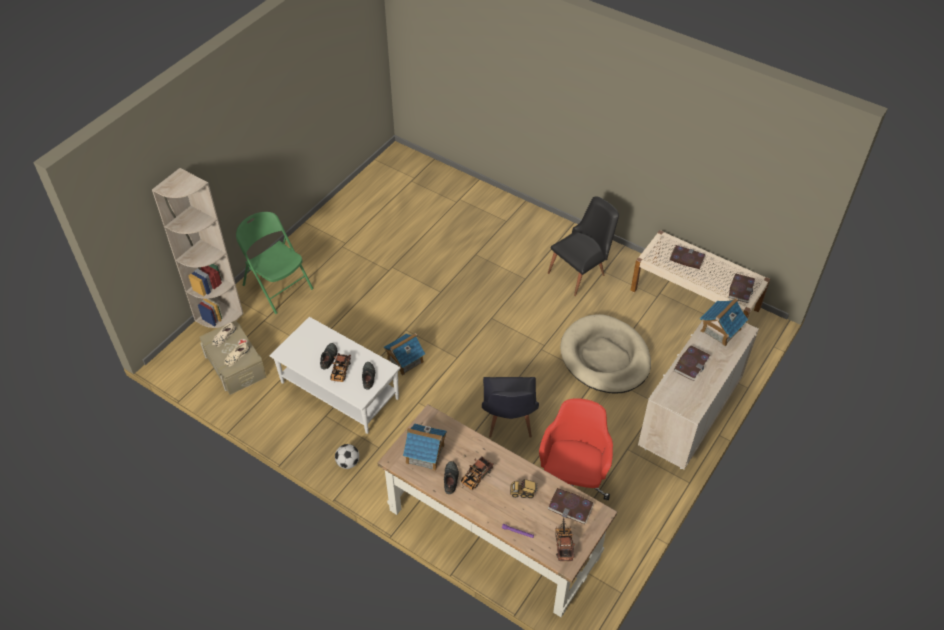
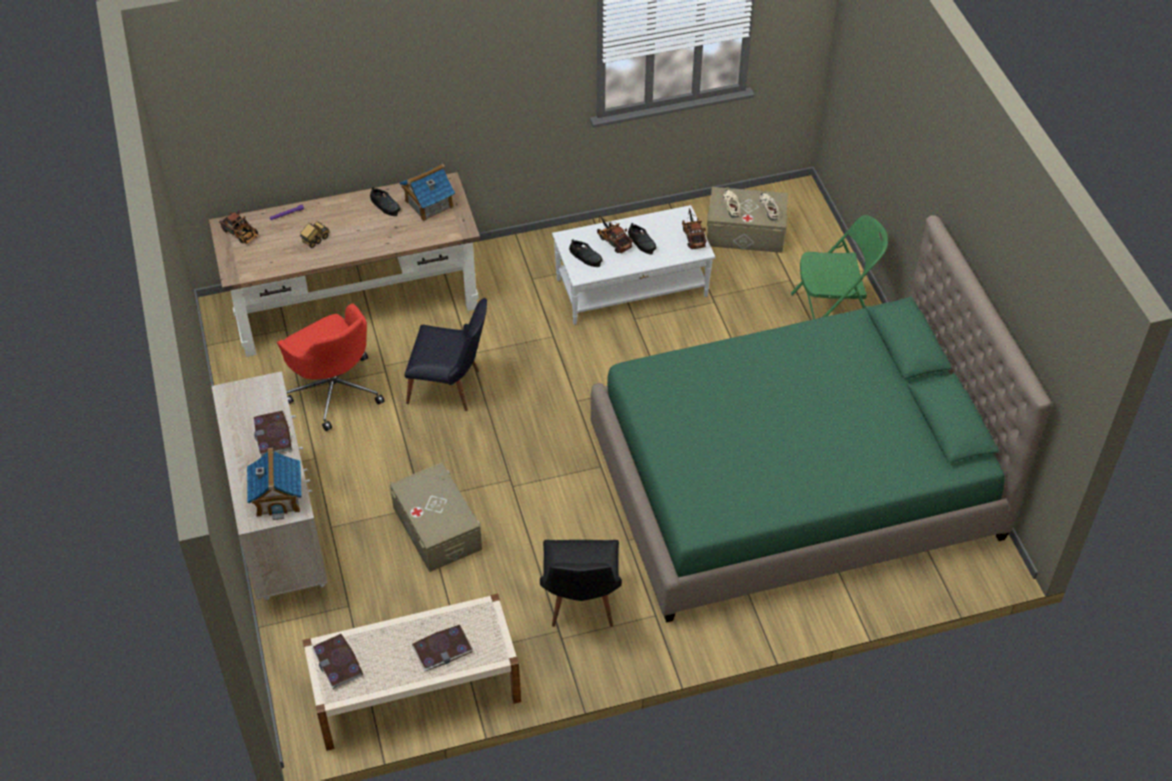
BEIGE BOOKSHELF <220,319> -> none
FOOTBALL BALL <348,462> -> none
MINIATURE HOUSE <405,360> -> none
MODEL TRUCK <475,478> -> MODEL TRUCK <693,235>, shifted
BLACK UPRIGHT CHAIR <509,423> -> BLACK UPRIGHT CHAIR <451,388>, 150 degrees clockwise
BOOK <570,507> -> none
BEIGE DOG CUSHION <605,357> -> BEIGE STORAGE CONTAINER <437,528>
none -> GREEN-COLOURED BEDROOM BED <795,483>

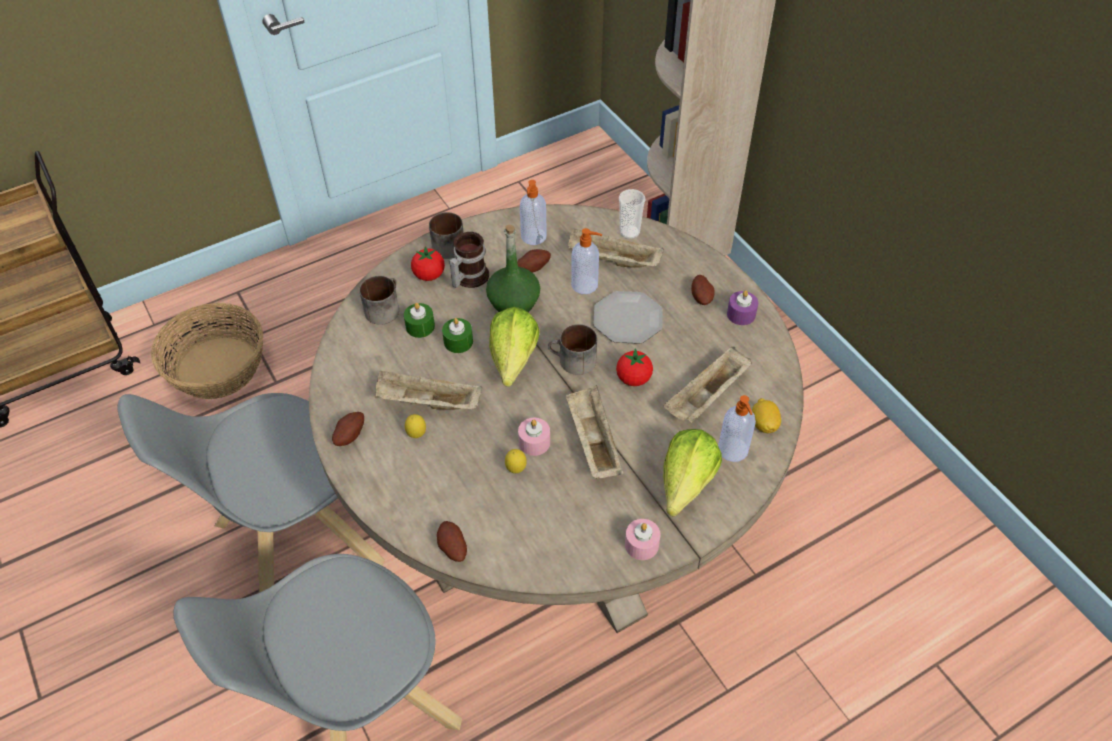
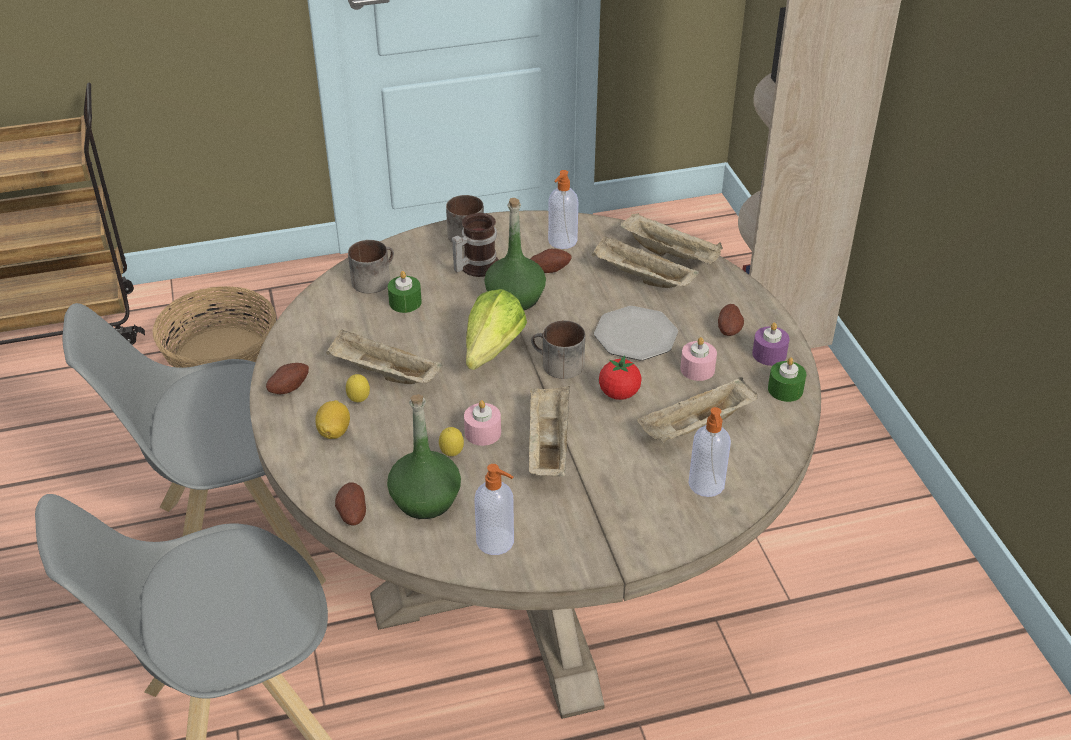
FRESH TOMATO <429,275> -> none
GREEN-COLOURED CANDLE <458,342> -> GREEN-COLOURED CANDLE <785,389>, shifted
LIQUID SOAP BOTTLE <585,285> -> LIQUID SOAP BOTTLE <496,542>, shifted
SMALL CUP <629,232> -> BEIGE TRAY <671,254>
PINKISH CANDLE <641,545> -> PINKISH CANDLE <697,369>, shifted
LETTUCE HEAD <681,490> -> none
LEMON <764,424> -> LEMON <334,431>, shifted
none -> GREEN-COLOURED BEVERAGE BOTTLE <425,499>

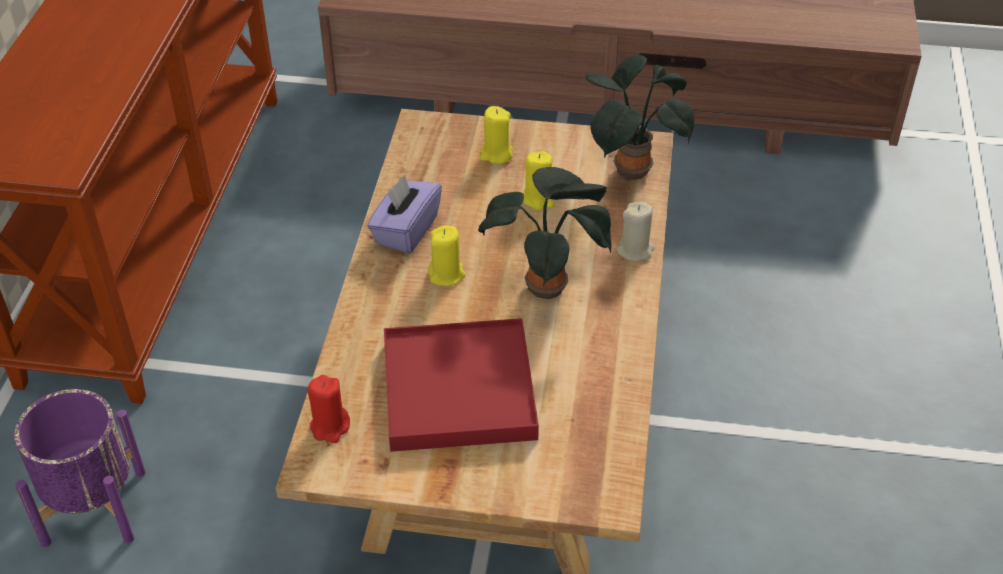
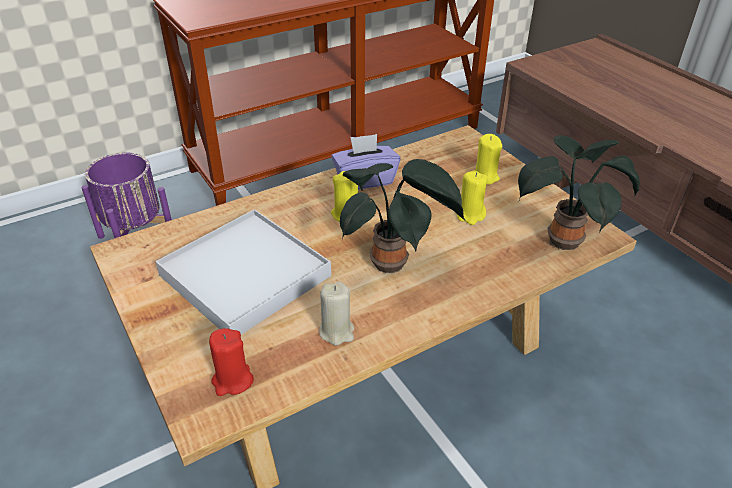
RED-COLOURED CANDLE <330,427> -> RED-COLOURED CANDLE <232,380>, shifted
RED-COLOURED TRAY <458,389> -> WHITE TRAY <245,275>
BEIGE CANDLE <635,250> -> BEIGE CANDLE <337,331>, shifted

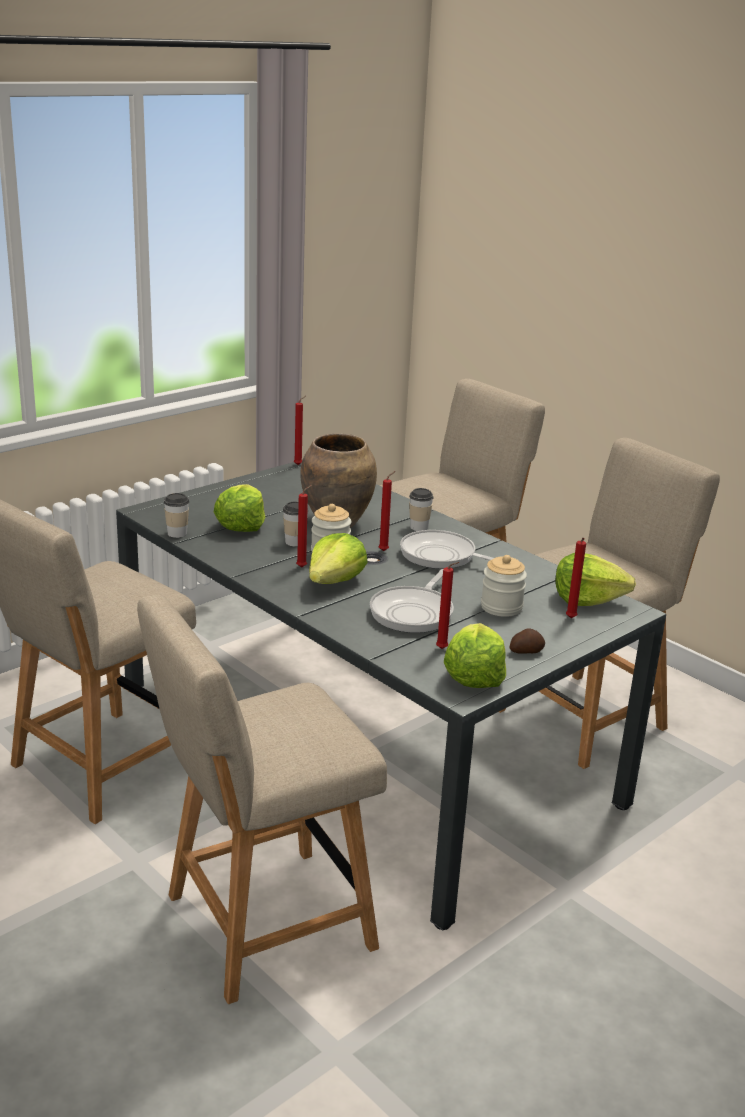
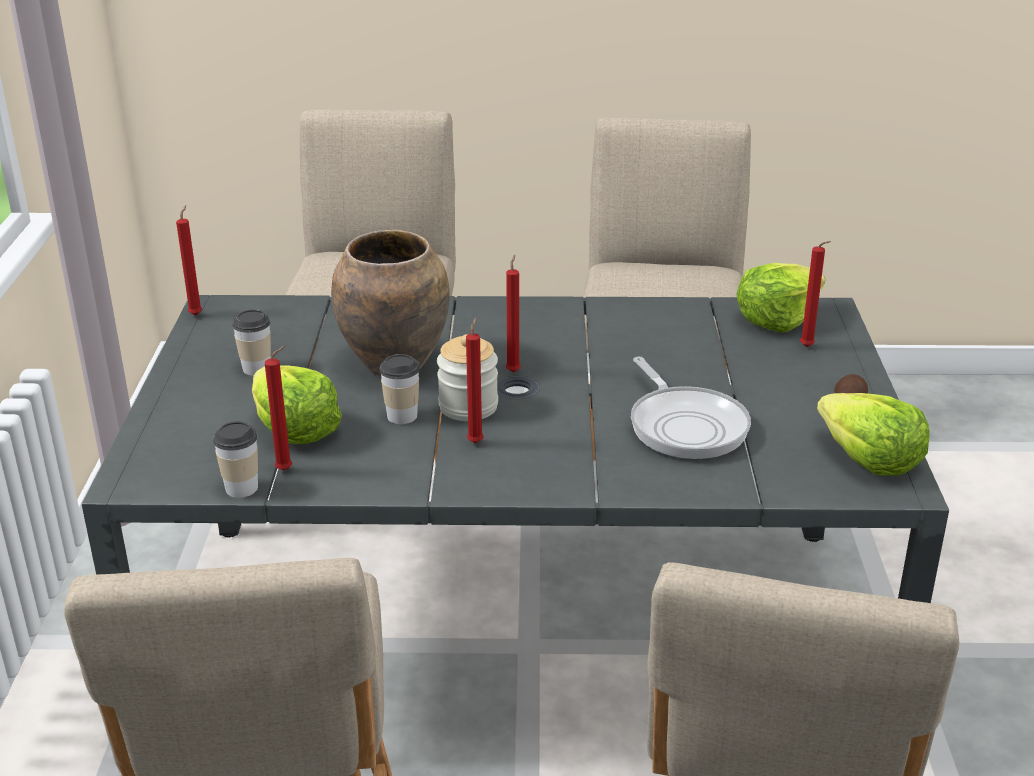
LETTUCE HEAD <335,581> -> none
FRYING PAN <442,556> -> none
SMALL CUP <419,527> -> SMALL CUP <256,369>, shifted
RED-COLOURED CANDLE <443,649> -> RED-COLOURED CANDLE <287,470>, shifted
PRESERVE JAR <501,607> -> none

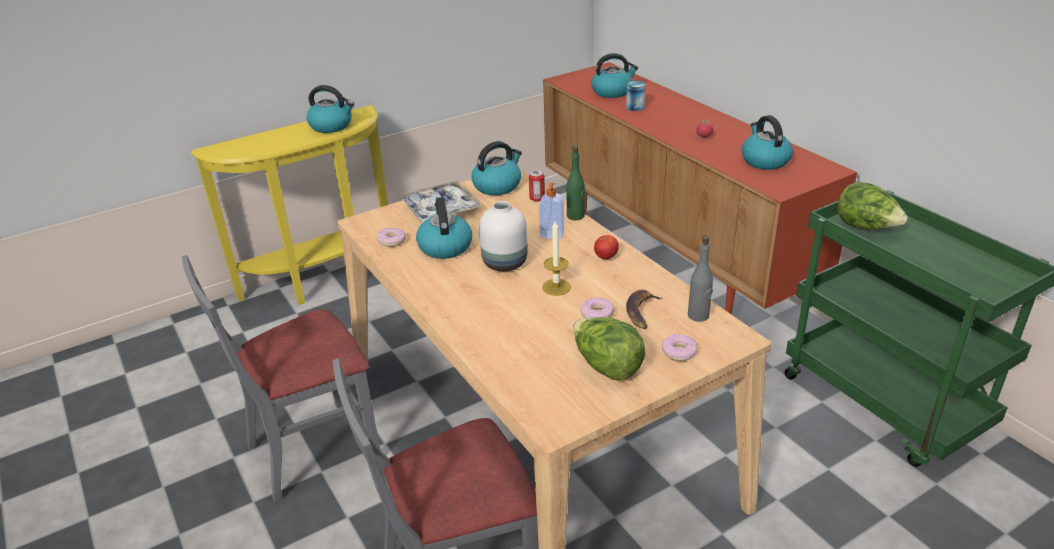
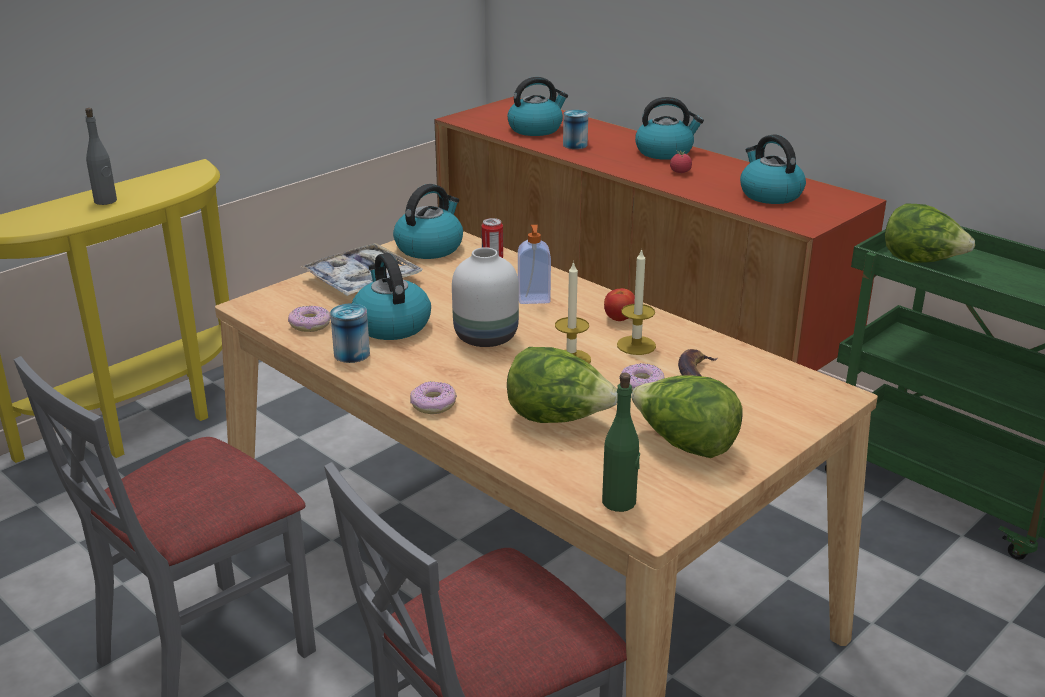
TEA KETTLE <332,126> -> TEA KETTLE <665,152>, shifted
GREEN-COLOURED BEVERAGE BOTTLE <575,216> -> GREEN-COLOURED BEVERAGE BOTTLE <619,502>, shifted
DONUT <679,352> -> DONUT <433,404>, shifted
GREYISH BEVERAGE BOTTLE <698,315> -> GREYISH BEVERAGE BOTTLE <106,201>, shifted
none -> CAN <352,354>
none -> LETTUCE HEAD <558,419>
none -> CANDLE <636,345>

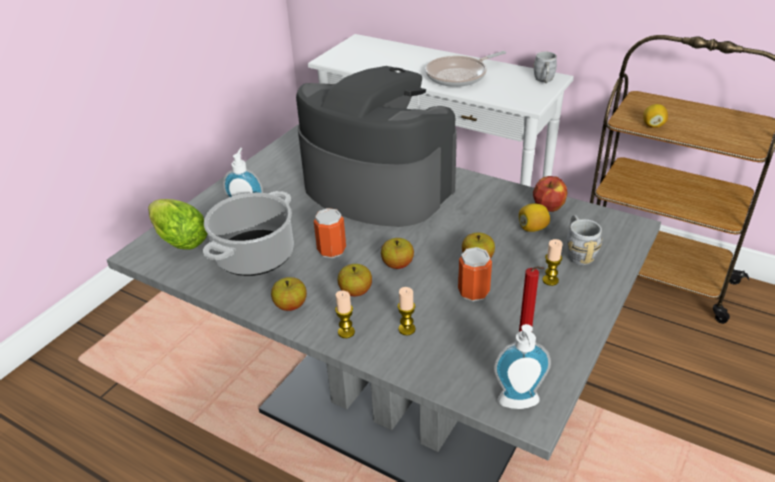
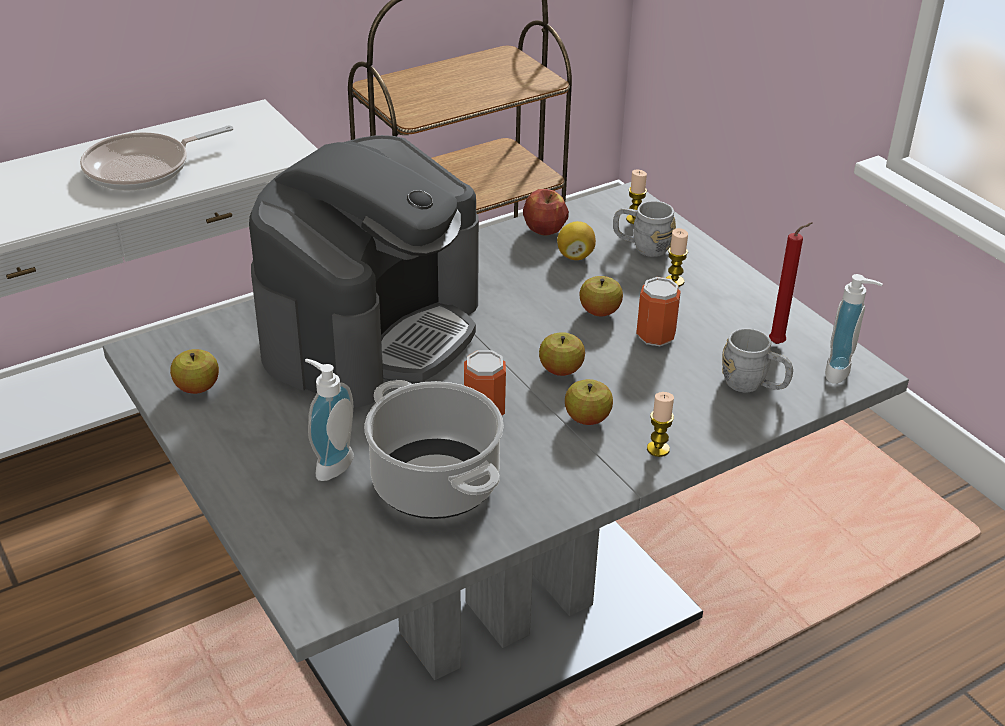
LETTUCE HEAD <178,239> -> none
WHOLE APPLE <290,305> -> WHOLE APPLE <197,388>, shifted
COFFEE MAKER <376,186> -> COFFEE MAKER <372,330>, 150 degrees clockwise
CANDLE <407,329> -> CANDLE <635,219>, shifted
FRYING PAN <459,75> -> FRYING PAN <144,168>, 60 degrees clockwise
GREYISH MUG <544,81> -> GREYISH MUG <753,385>, shifted
LEMON <653,125> -> none

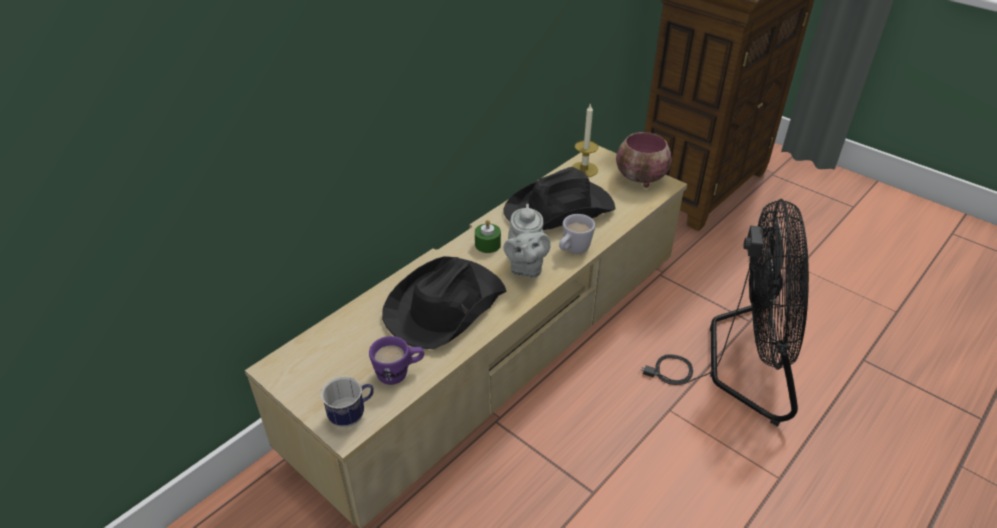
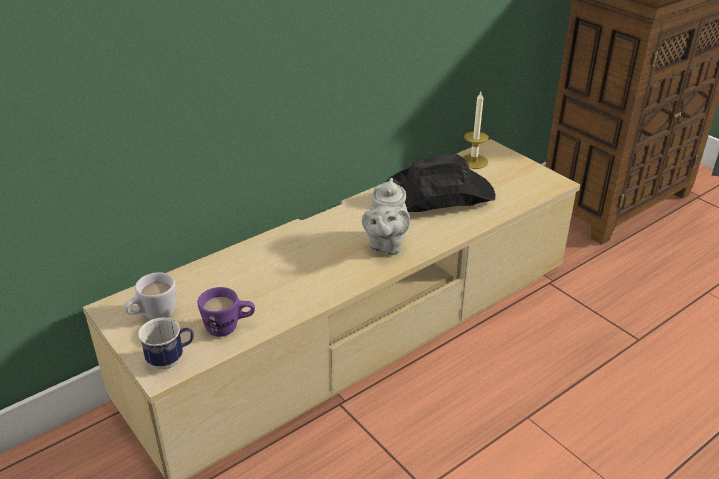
BLACK WEARABLE HAT <444,306> -> none
GREEN-COLOURED CANDLE <487,244> -> none
WHITE MUG <573,250> -> WHITE MUG <153,316>, shifted
BOWL <641,179> -> none
BLACK COOLING FAN <736,360> -> none

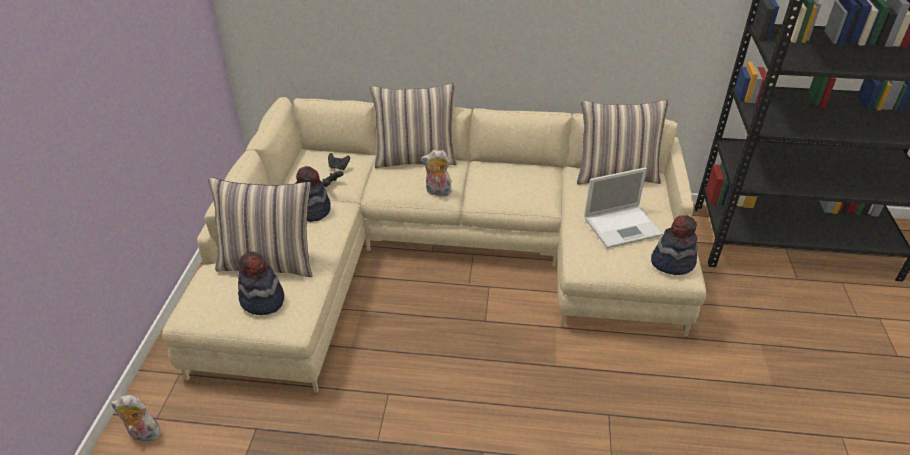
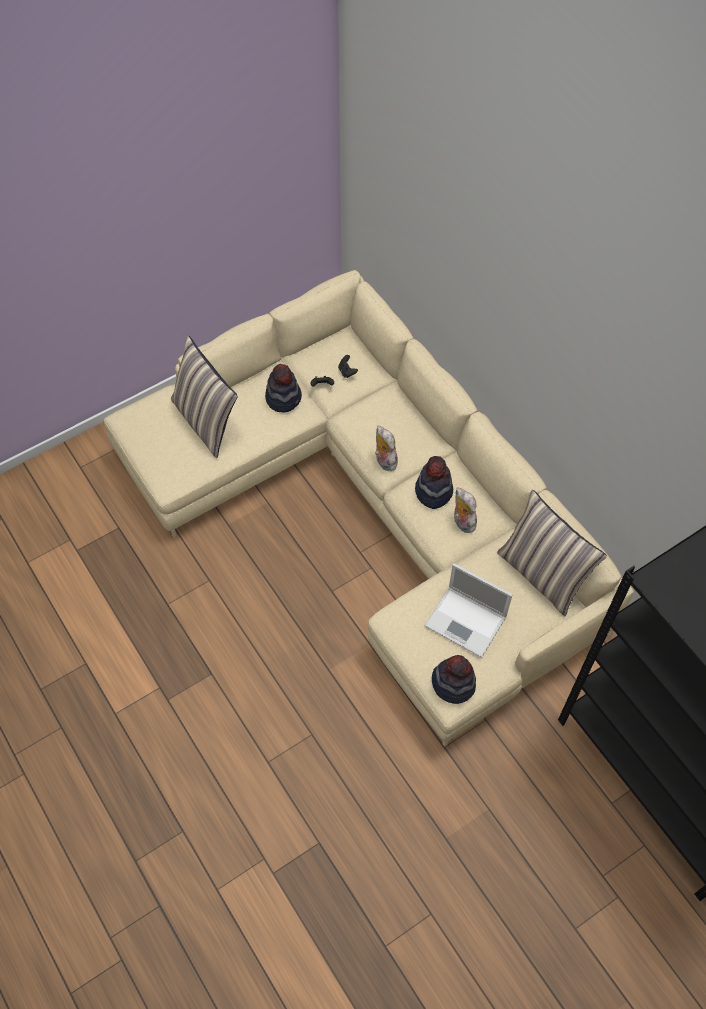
PLUSH TOY <143,435> -> PLUSH TOY <462,522>, shifted
WEARABLE HAT <262,300> -> WEARABLE HAT <433,491>, shifted
CUSHION <416,158> -> none

